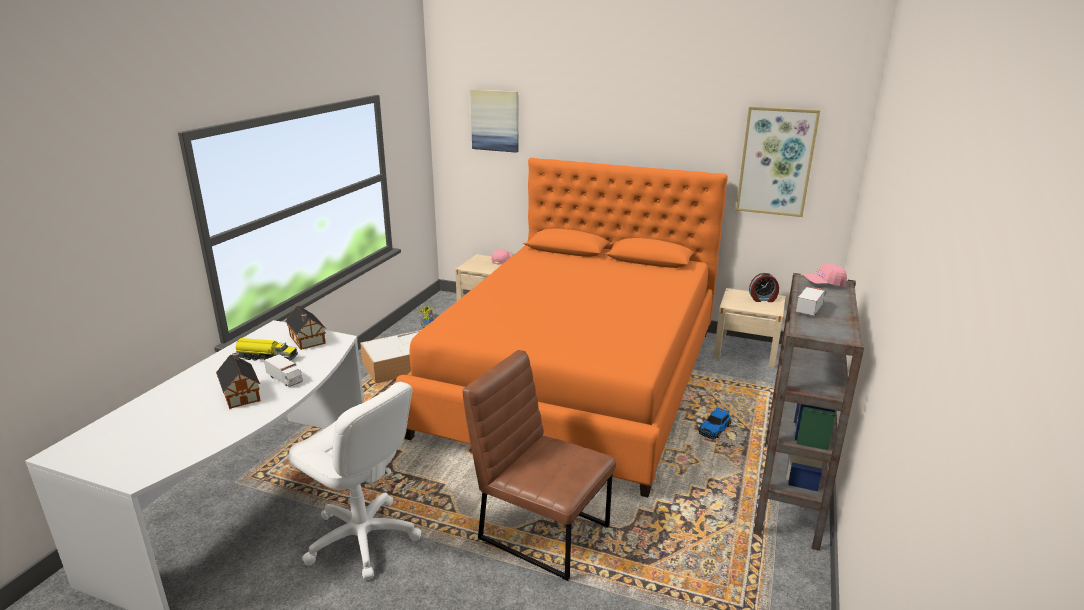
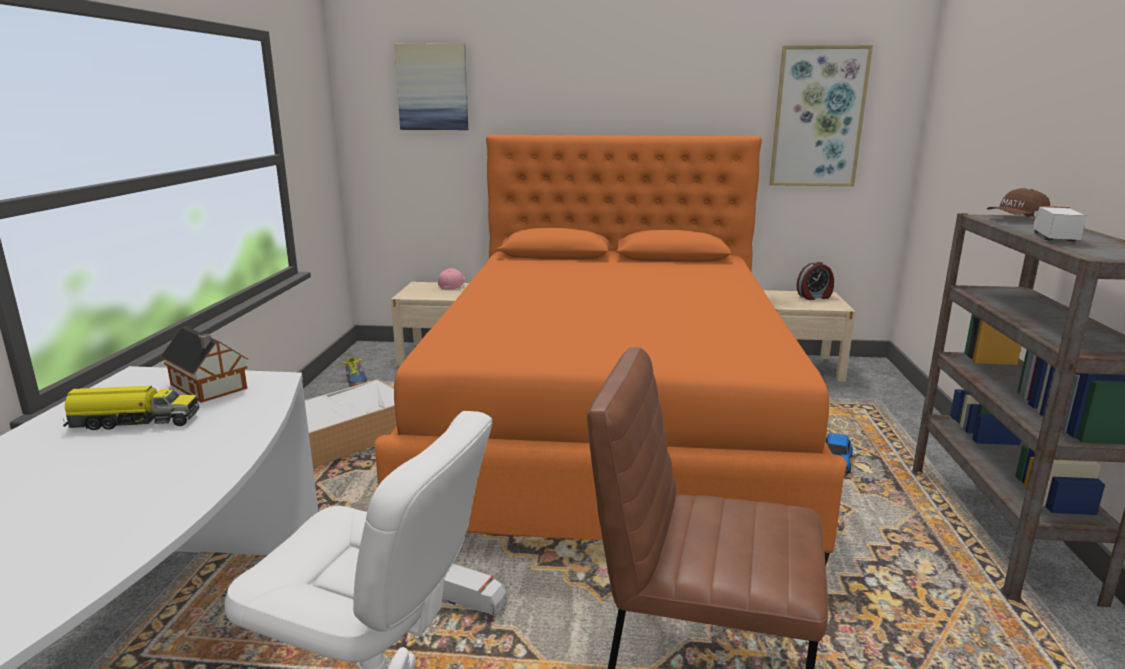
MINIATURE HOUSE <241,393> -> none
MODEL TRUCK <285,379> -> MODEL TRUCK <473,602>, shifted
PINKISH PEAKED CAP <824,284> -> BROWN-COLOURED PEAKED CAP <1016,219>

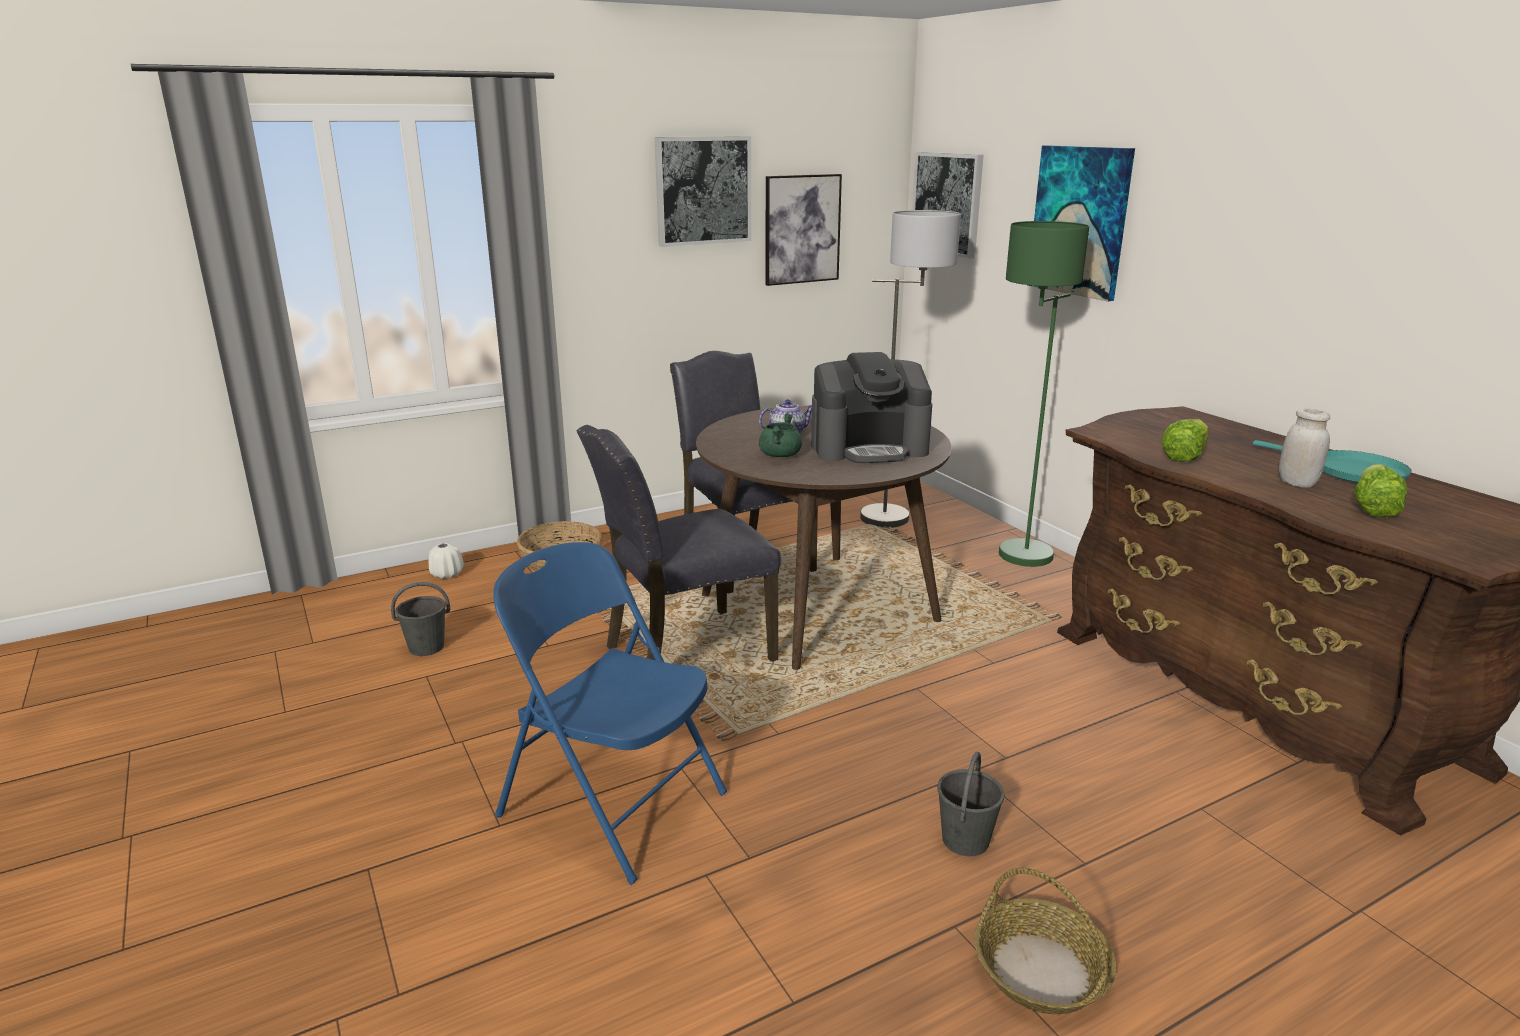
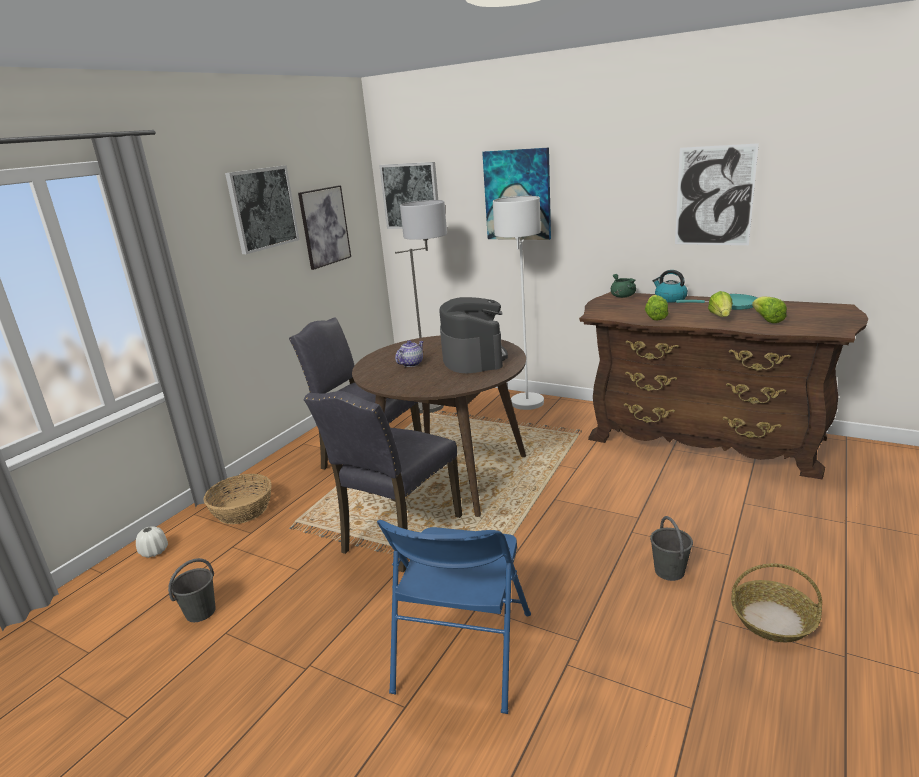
BLUE UPRIGHT CHAIR <613,803> -> BLUE UPRIGHT CHAIR <463,651>, 75 degrees counterclockwise
GREEN-COLOURED STOCKPOT <779,454> -> GREEN-COLOURED STOCKPOT <622,296>, shifted
COFFEE MAKER <869,448> -> COFFEE MAKER <473,358>, 60 degrees counterclockwise
GREEN-COLOURED STANDING LAMP <1016,560> -> WHITE STANDING LAMP <525,407>
WHITE PRESERVE JAR <1297,483> -> LETTUCE HEAD <720,316>
none -> TEA KETTLE <669,299>
none -> PICTURE <714,196>

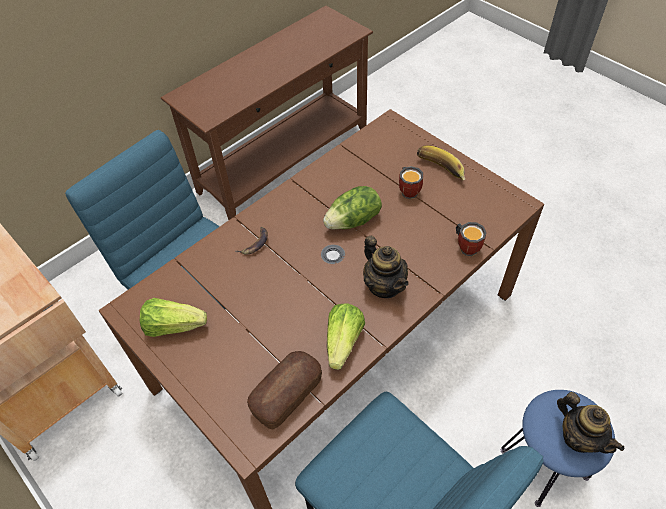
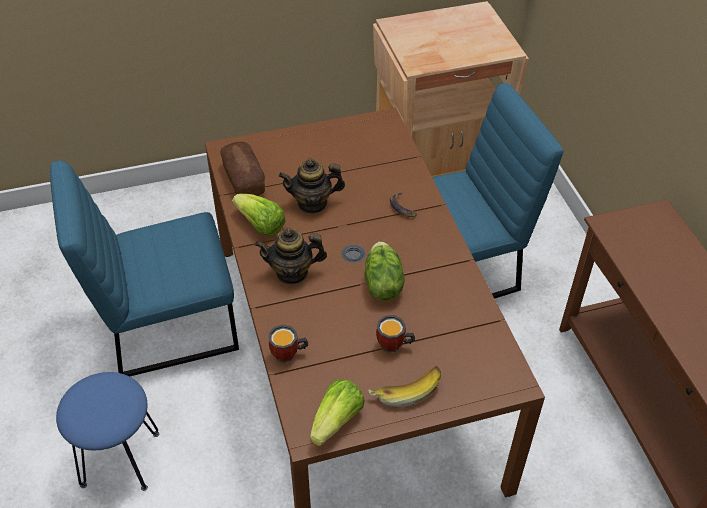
LETTUCE HEAD <173,326> -> LETTUCE HEAD <337,421>, shifted
TEAPOT <579,437> -> TEAPOT <312,203>, shifted

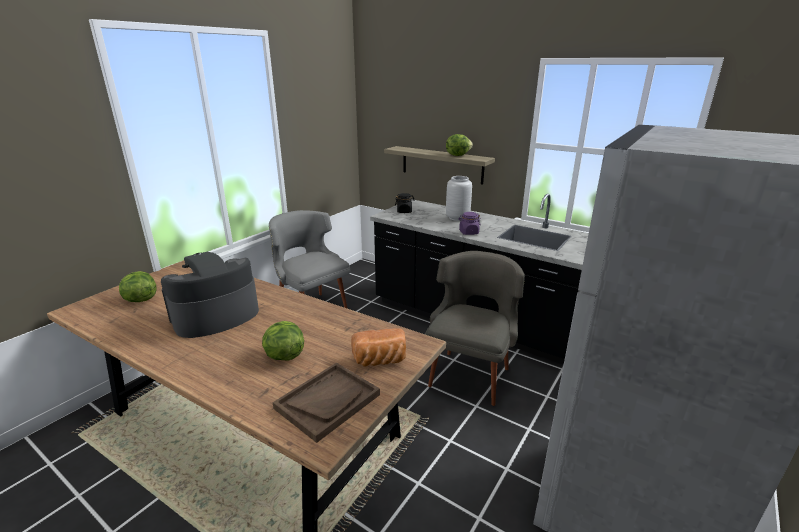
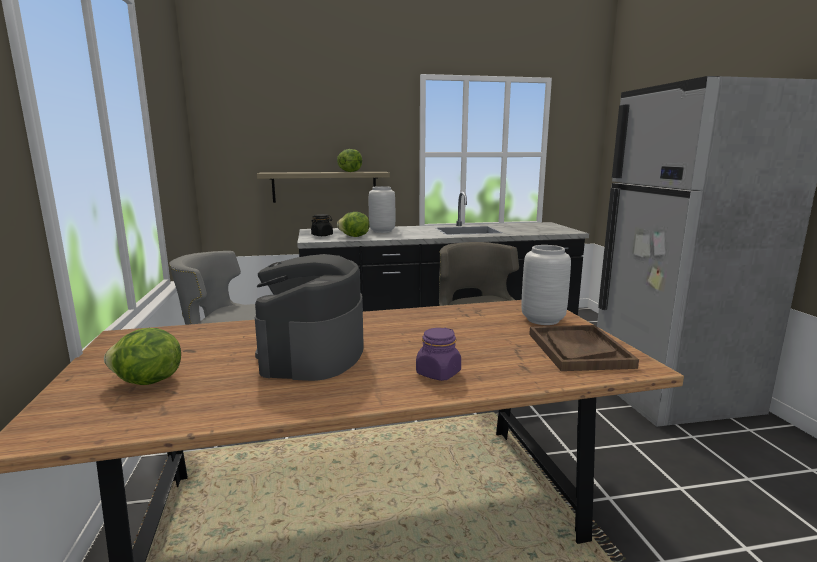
LETTUCE HEAD <284,356> -> LETTUCE HEAD <354,237>, shifted
BREAD <380,361> -> GREYISH FLOWER VASE <542,320>
PURPLE-COLOURED PRESERVE JAR <468,232> -> PURPLE-COLOURED PRESERVE JAR <438,373>, shifted

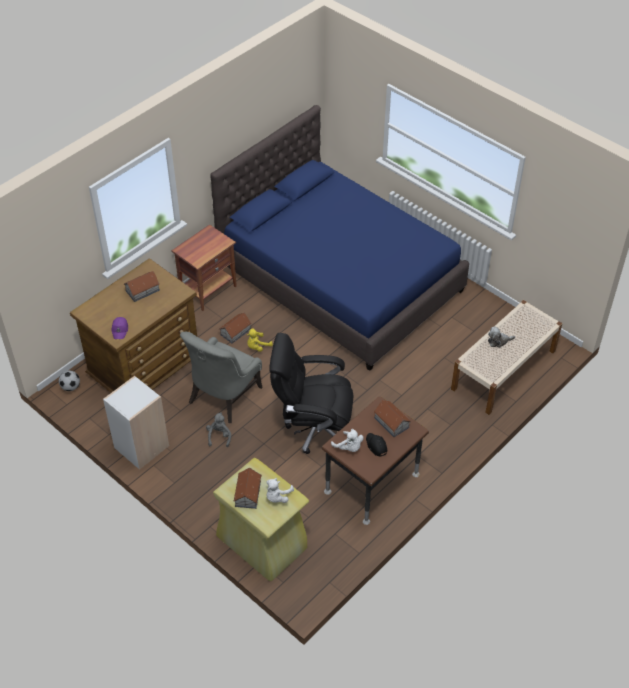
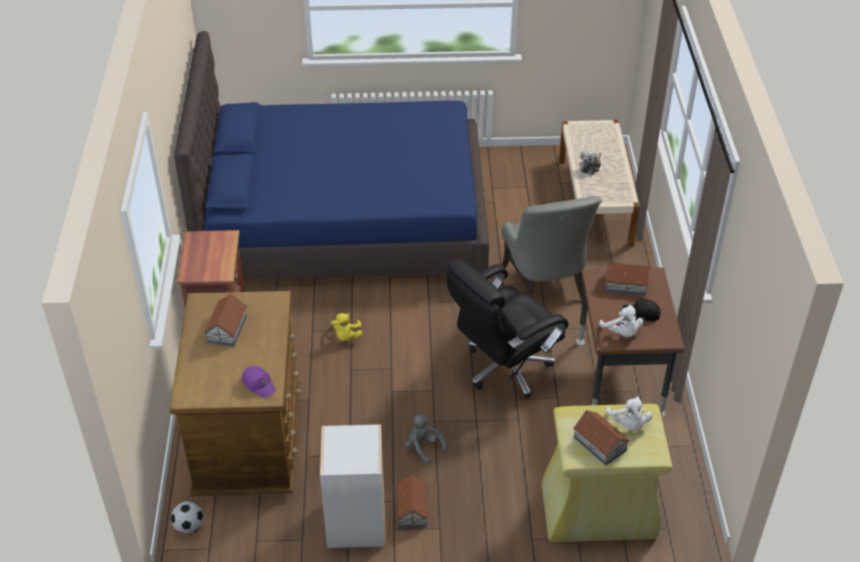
GREYISH UPRIGHT CHAIR <224,395> -> GREYISH UPRIGHT CHAIR <545,284>, shifted
MINIATURE HOUSE <236,331> -> MINIATURE HOUSE <412,509>, shifted
WHITE PLUSH TOY <349,447> -> WHITE PLUSH TOY <622,332>, 60 degrees clockwise

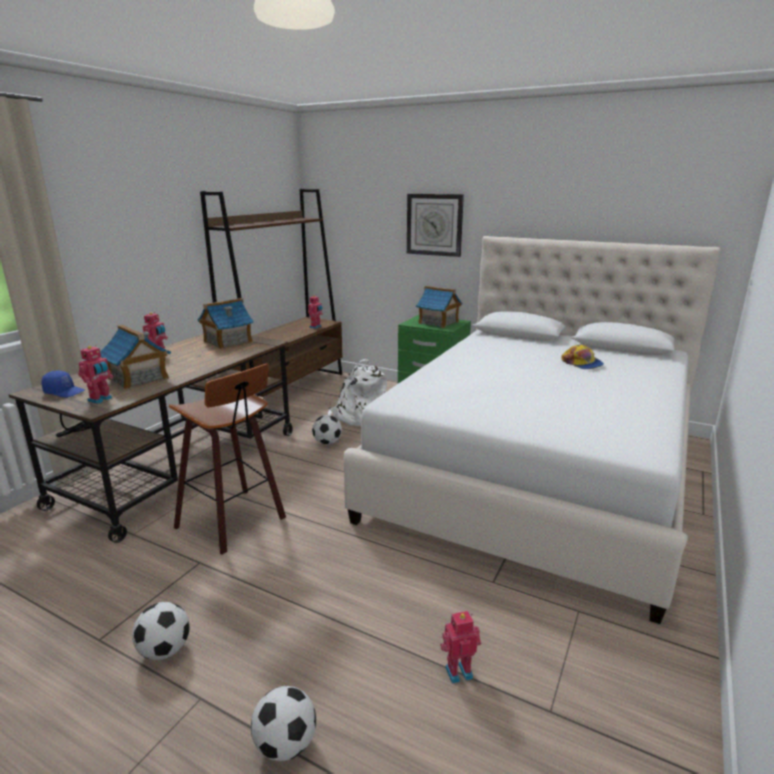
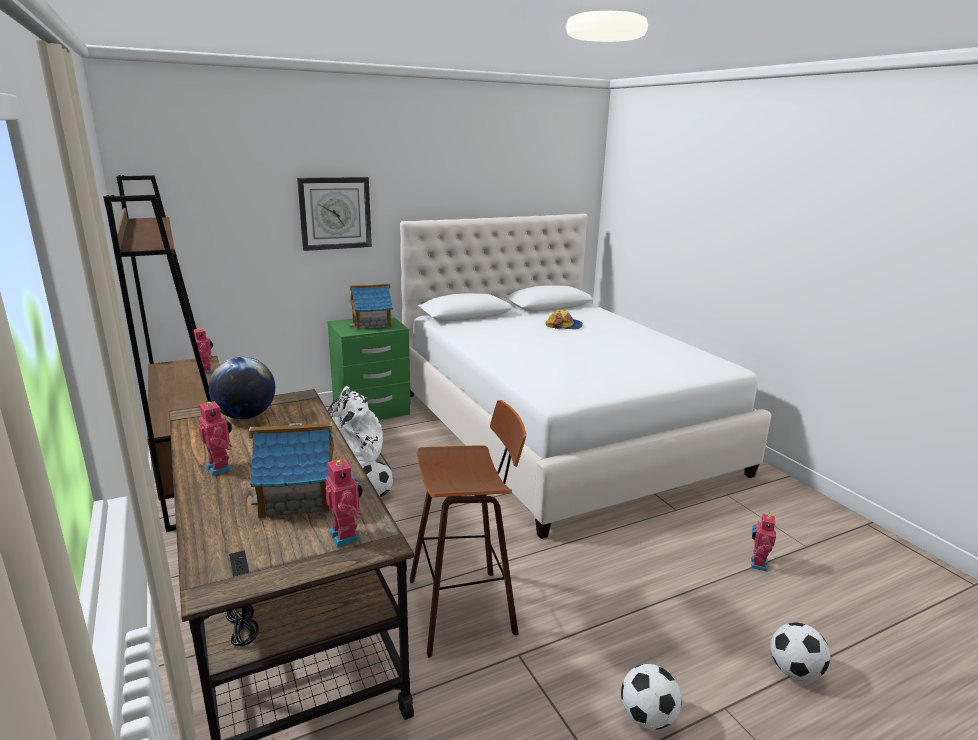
BLUE PEAKED CAP <65,392> -> none
MINIATURE HOUSE <227,342> -> WORLD GLOBE <246,416>

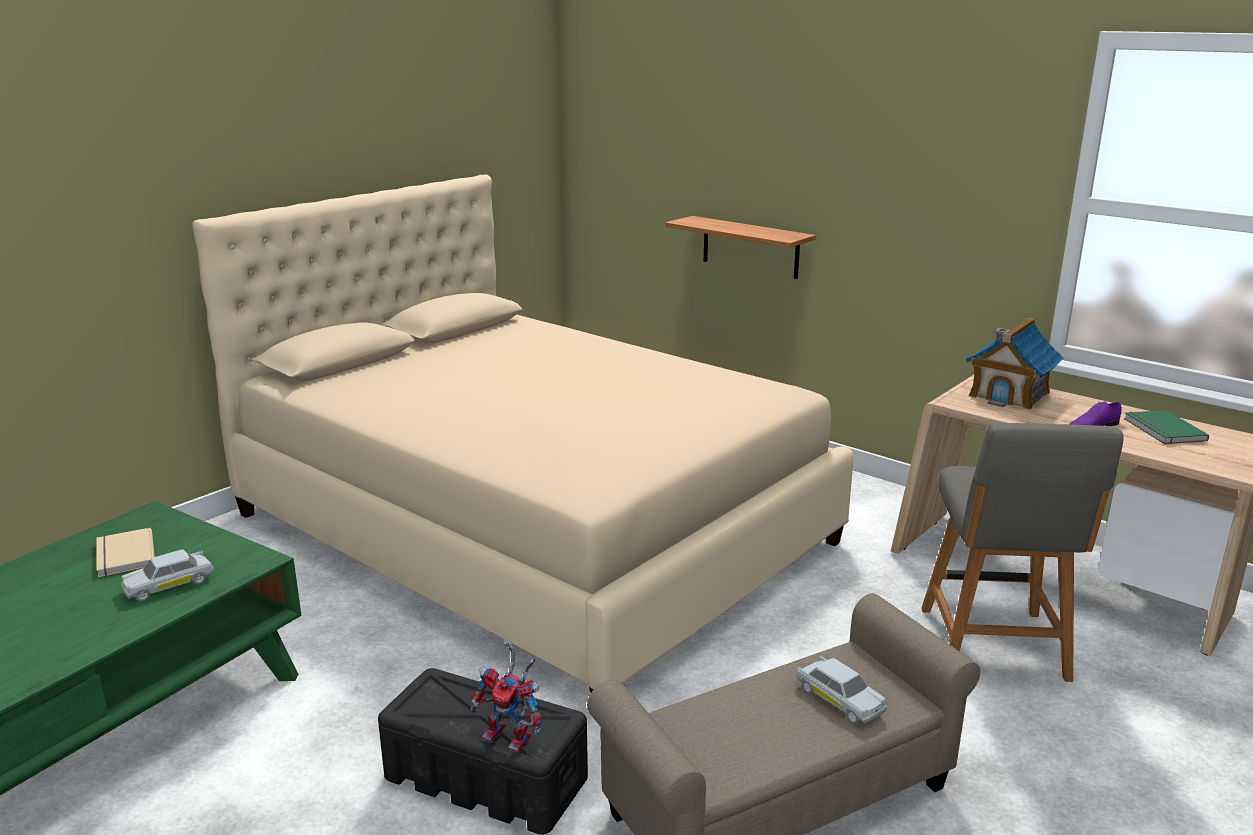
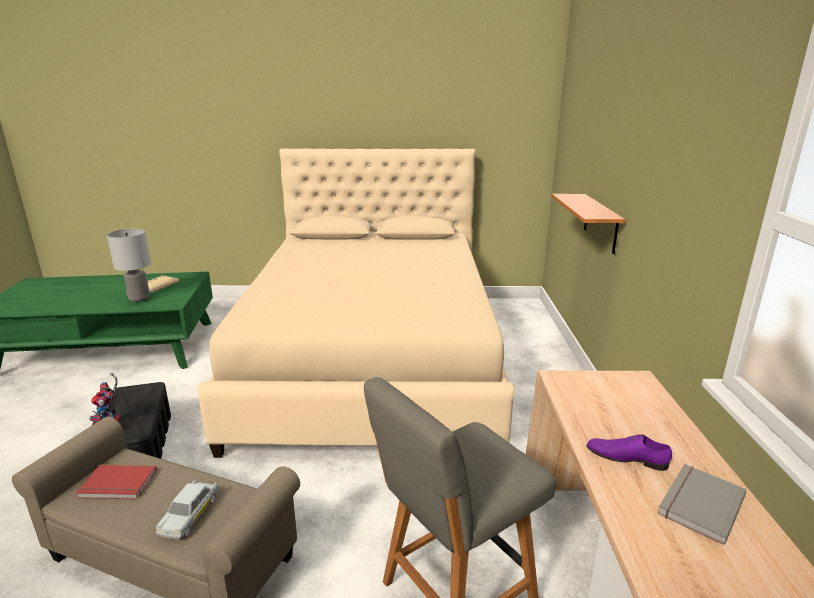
WHITE MODEL CAR <169,584> -> GREYISH LAMP FOR A TABLE <139,300>
MINIATURE HOUSE <1009,394> -> none
GREEN-COLOURED BOOK <1162,430> -> GREYISH BOOK <698,503>
none -> RED-COLOURED BOOK <117,485>

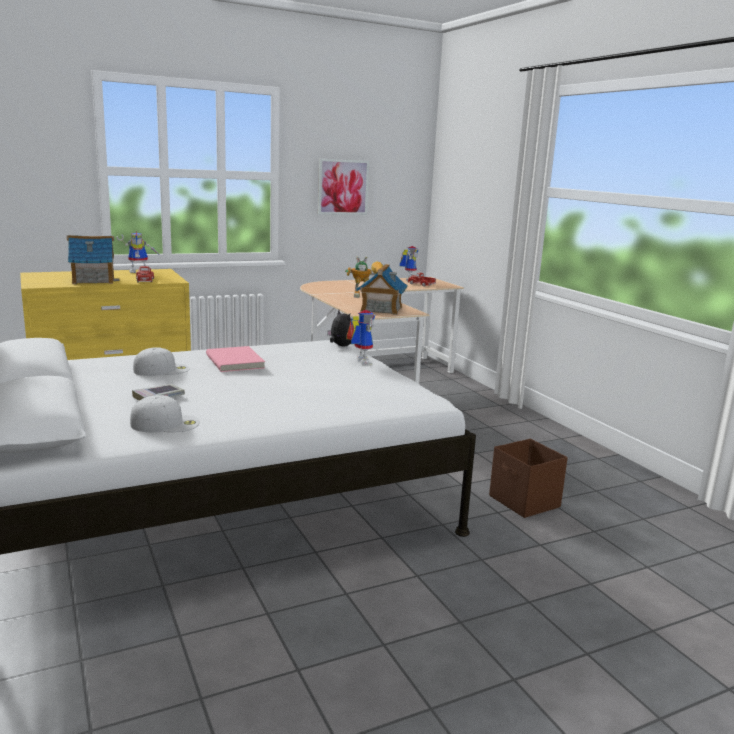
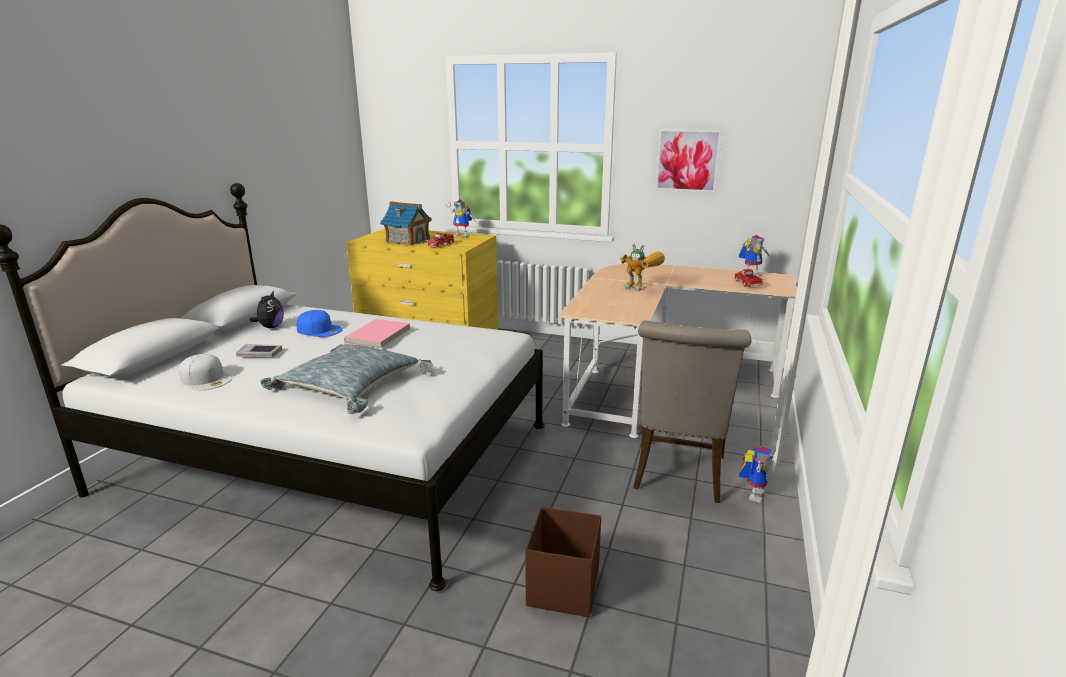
WHITE PEAKED CAP <162,369> -> BLUE PEAKED CAP <320,330>
PLUSH TOY <340,346> -> PLUSH TOY <271,327>, shifted
TOY ROBOT <360,361> -> TOY ROBOT <752,493>, shifted
MINIATURE HOUSE <381,309> -> none
none -> CUSHION <351,382>
none -> BEIGE UPRIGHT CHAIR <678,475>

